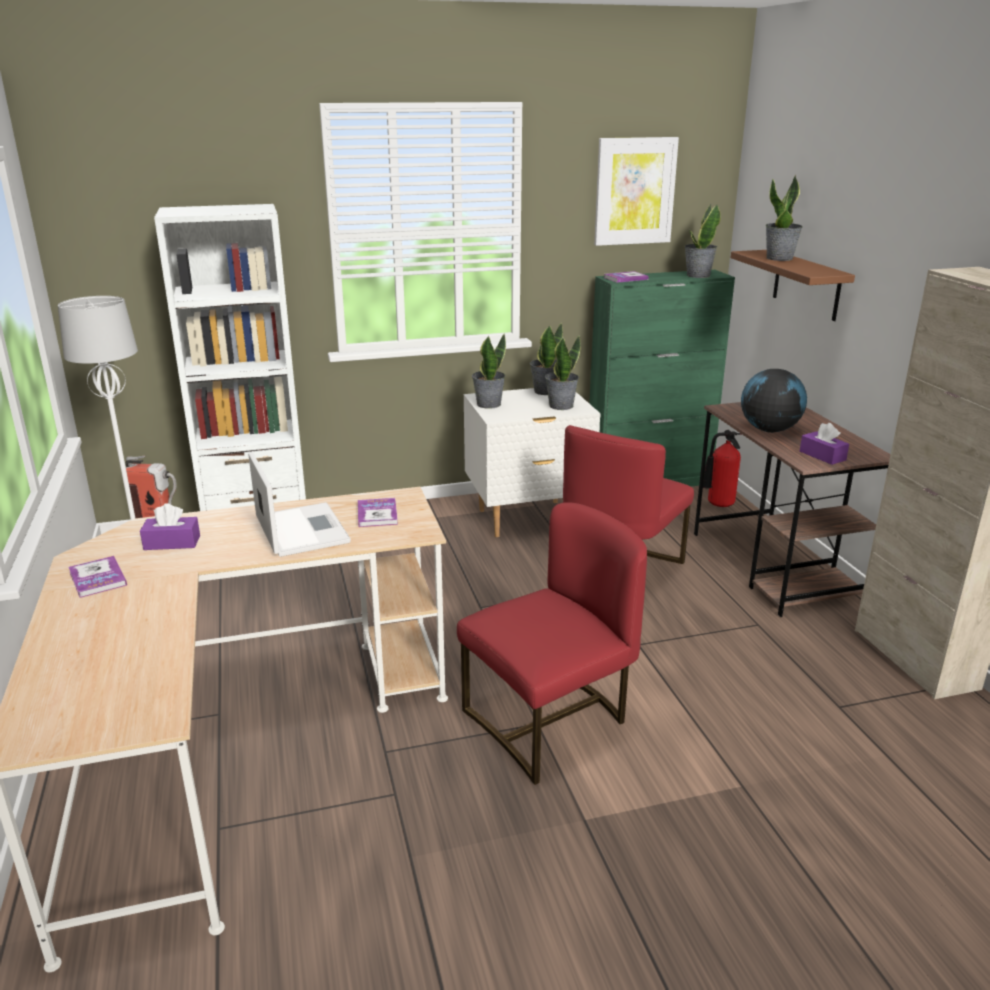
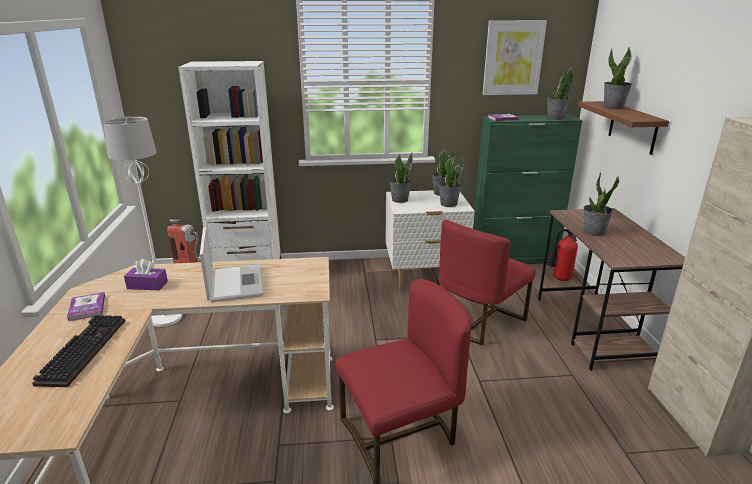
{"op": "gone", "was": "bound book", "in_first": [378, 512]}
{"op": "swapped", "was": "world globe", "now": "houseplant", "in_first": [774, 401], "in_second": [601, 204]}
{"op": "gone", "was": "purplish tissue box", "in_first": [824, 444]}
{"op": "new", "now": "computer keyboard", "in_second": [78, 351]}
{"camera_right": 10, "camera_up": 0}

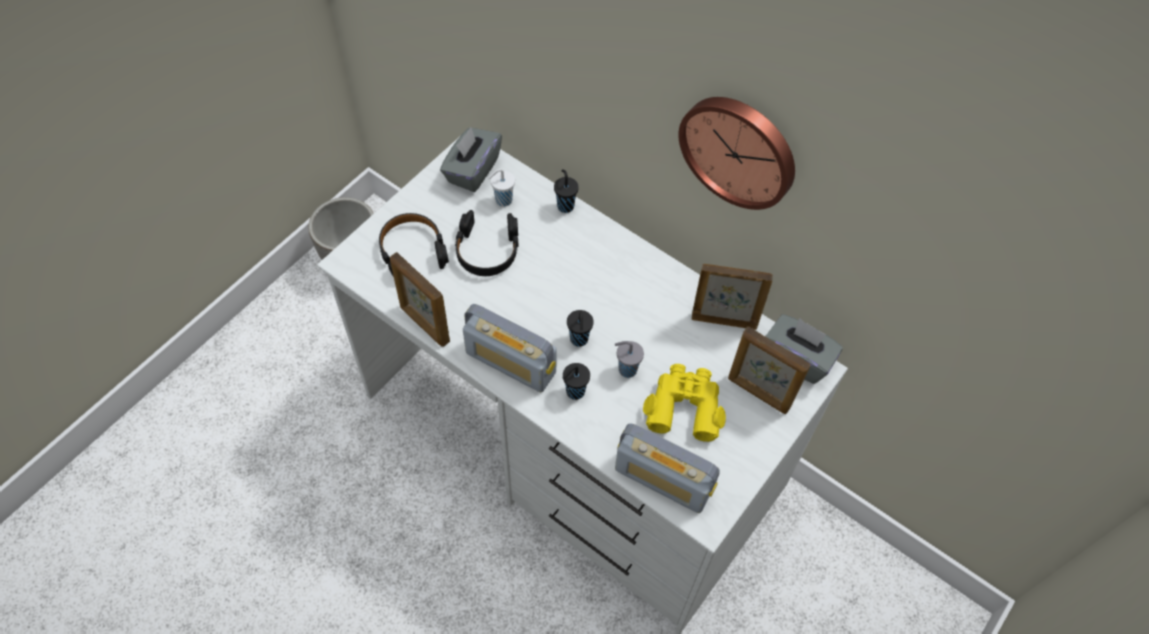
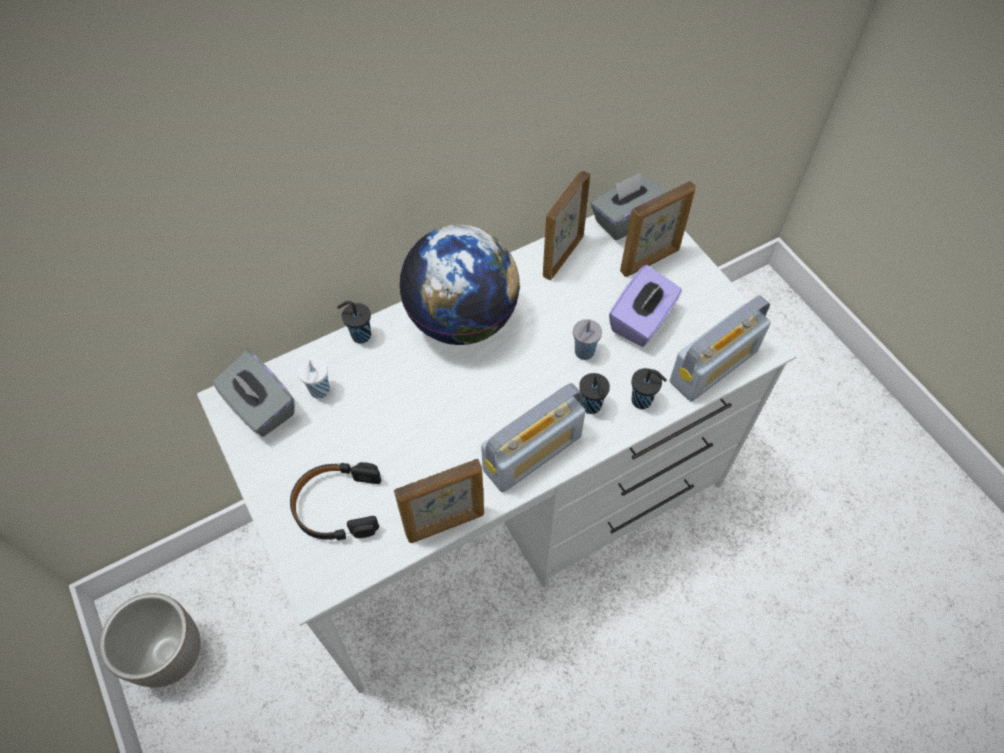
{"op": "gone", "was": "black-coloured headset", "in_first": [487, 243]}
{"op": "shifted", "was": "black-coloured drinking cup", "in_first": [580, 328], "in_second": [649, 388]}
{"op": "swapped", "was": "yellowish field glasses", "now": "purplish tissue box", "in_first": [684, 403], "in_second": [645, 306]}
{"op": "gone", "was": "clock on the wall", "in_first": [736, 153]}
{"op": "new", "now": "world globe", "in_second": [459, 284]}
{"camera_right": -65, "camera_up": 0}

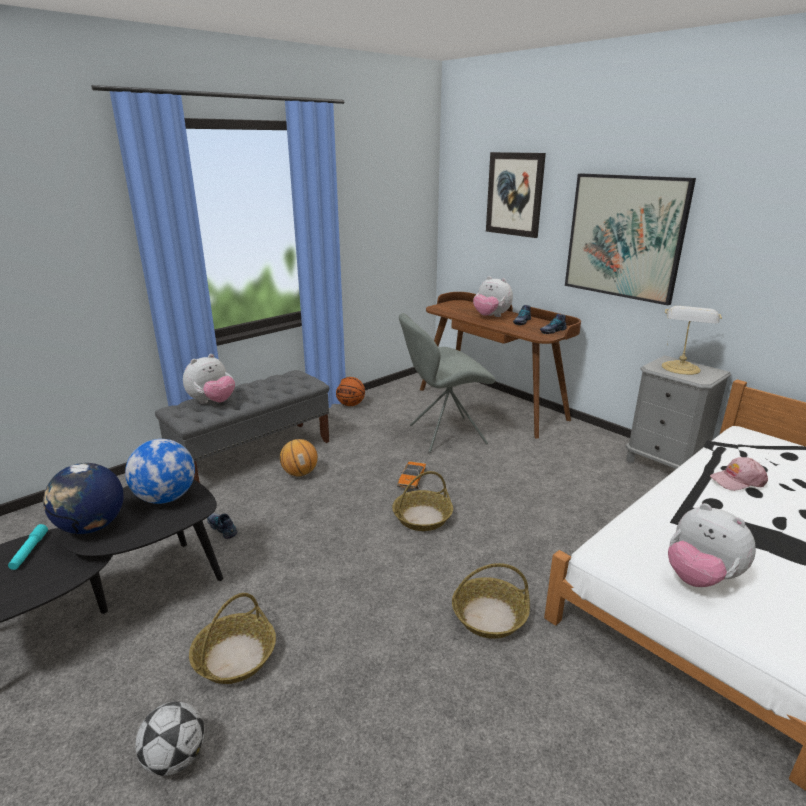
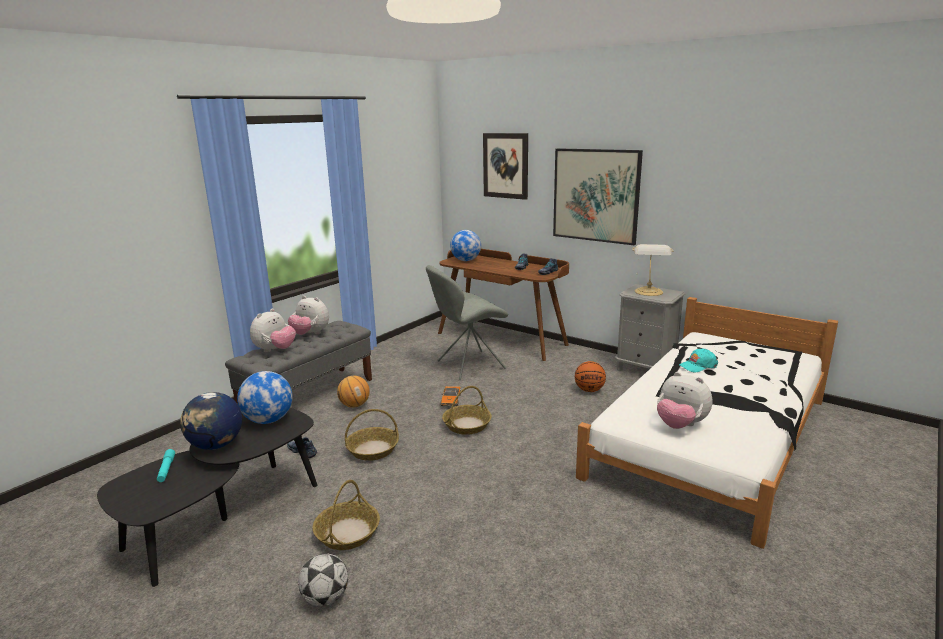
{"op": "shifted", "was": "basketball ball", "in_first": [350, 391], "in_second": [590, 376]}
{"op": "shifted", "was": "basket", "in_first": [491, 601], "in_second": [372, 435]}
{"op": "shifted", "was": "cuddly toy", "in_first": [493, 296], "in_second": [308, 315]}
{"op": "repainted", "was": "pink peaked cap", "now": "blue-green peaked cap", "in_first": [739, 474], "in_second": [698, 360]}
{"op": "new", "now": "world globe", "in_second": [465, 245]}
{"camera_right": -10, "camera_up": -5}

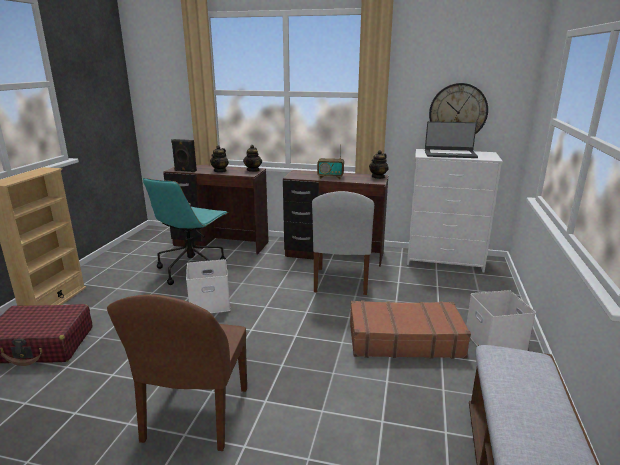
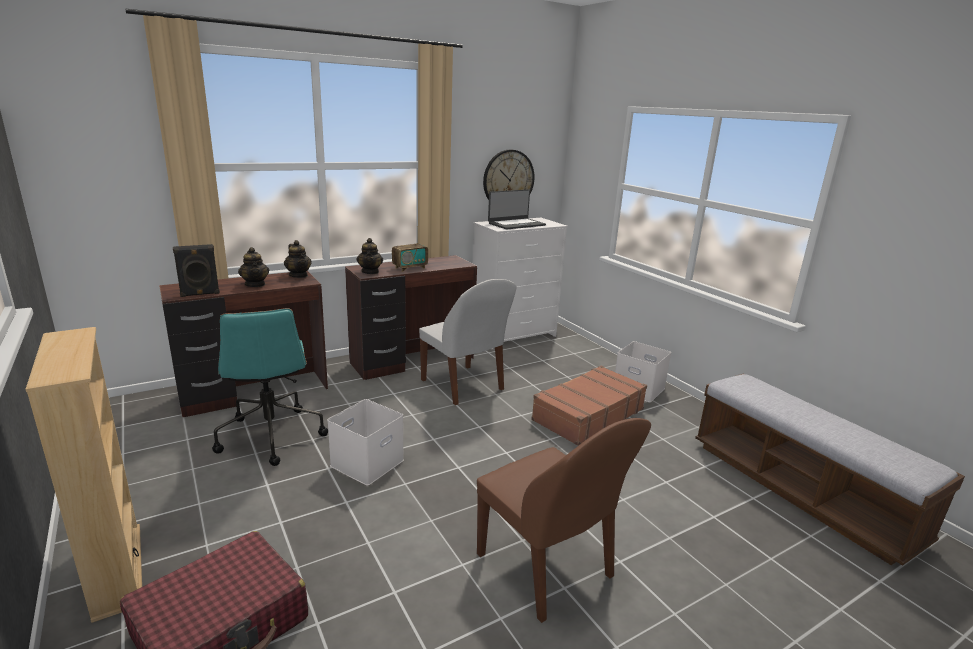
{"op": "shifted", "was": "pot for tea", "in_first": [379, 164], "in_second": [369, 256]}
{"camera_right": -45, "camera_up": 0}

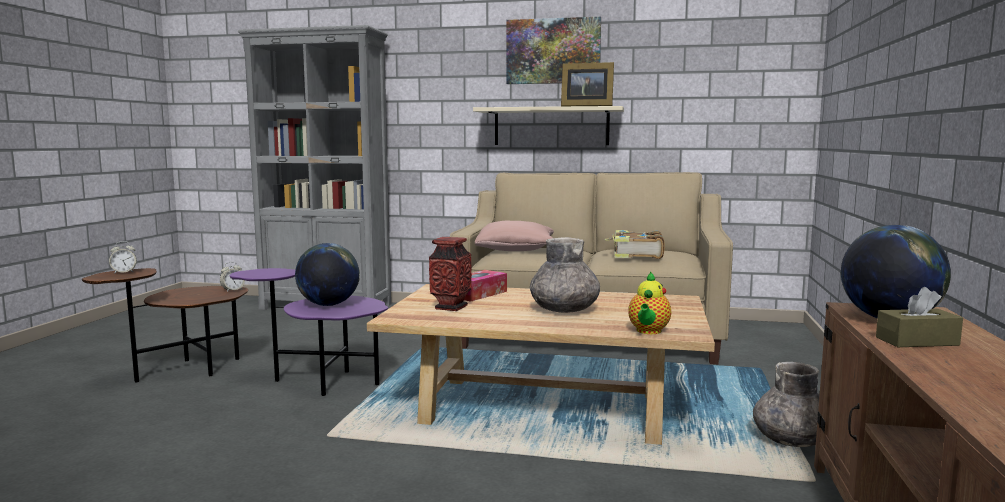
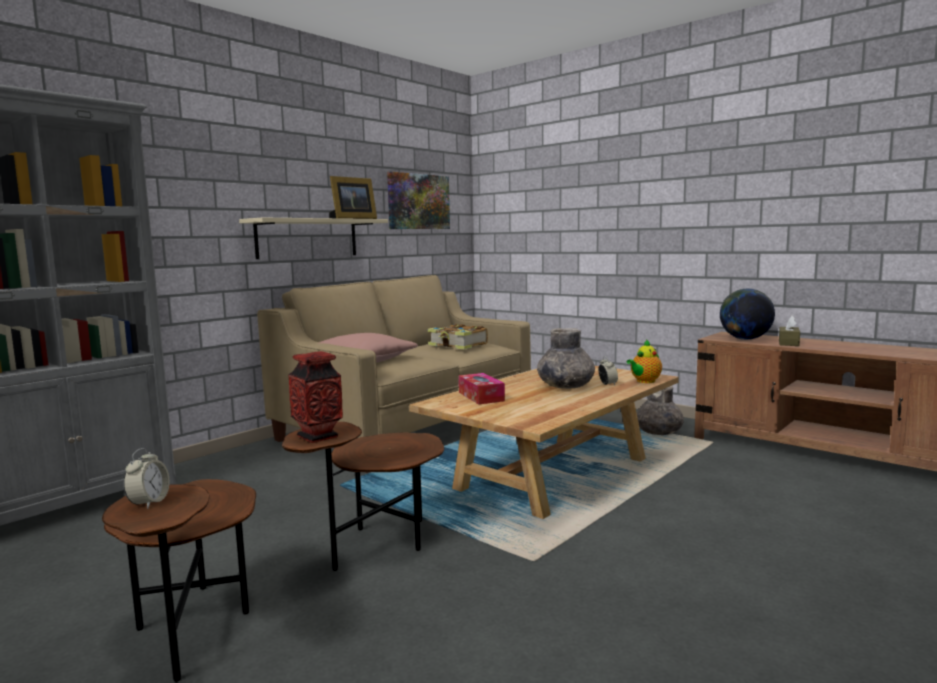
{"op": "shifted", "was": "bedside clock", "in_first": [232, 277], "in_second": [608, 370]}
{"op": "repainted", "was": "purplish side table", "now": "brown-coloured side table", "in_first": [308, 332], "in_second": [363, 496]}
{"op": "gone", "was": "world globe", "in_first": [327, 274]}
{"op": "shifted", "was": "flower vase", "in_first": [450, 274], "in_second": [315, 397]}
{"op": "shifted", "was": "picture", "in_first": [553, 50], "in_second": [418, 200]}
{"op": "rotated", "was": "pot for tea", "in_first": [649, 302], "in_second": [644, 361], "clockwise": 90}
{"camera_right": -60, "camera_up": 0}

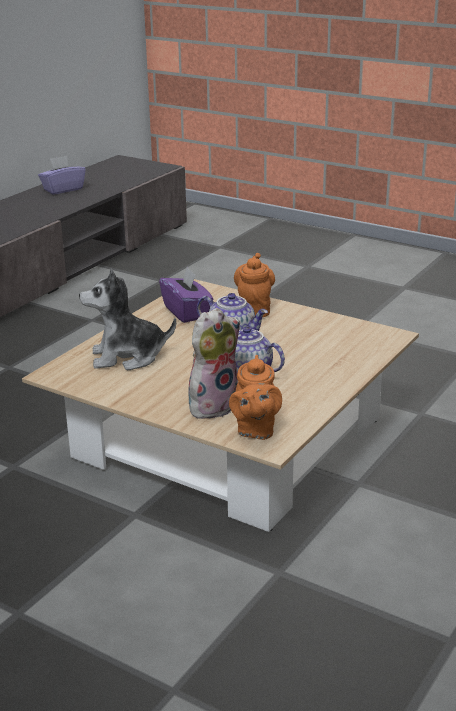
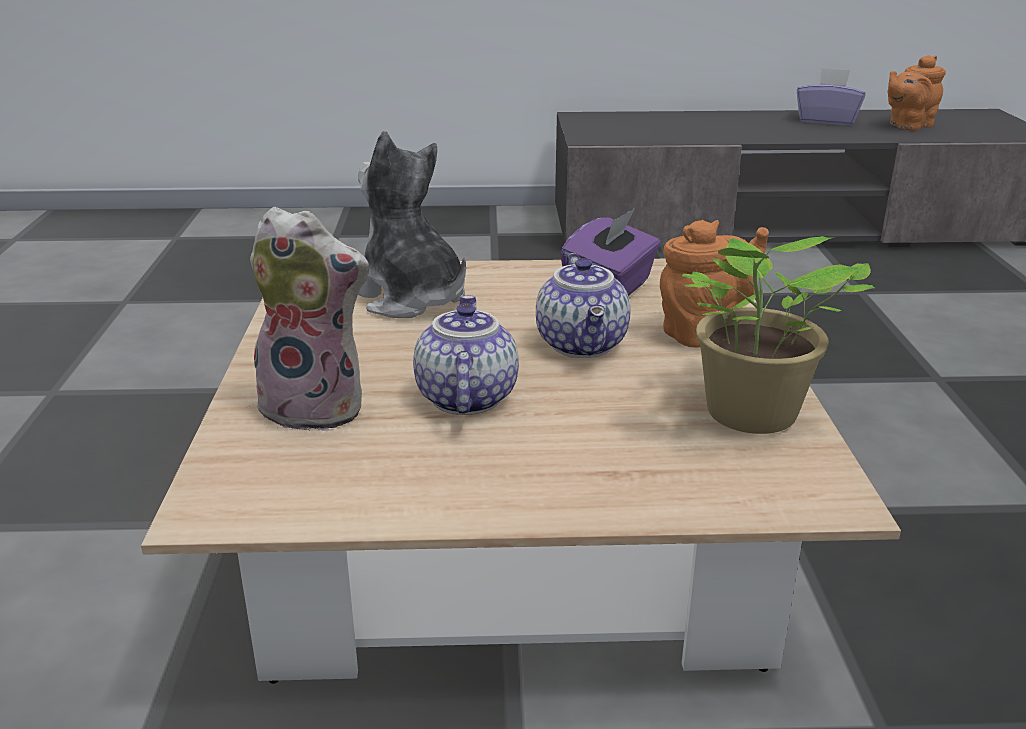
{"op": "shifted", "was": "orangey pot for tea", "in_first": [255, 397], "in_second": [917, 93]}
{"op": "new", "now": "houseplant", "in_second": [778, 335]}
{"camera_right": 55, "camera_up": 0}

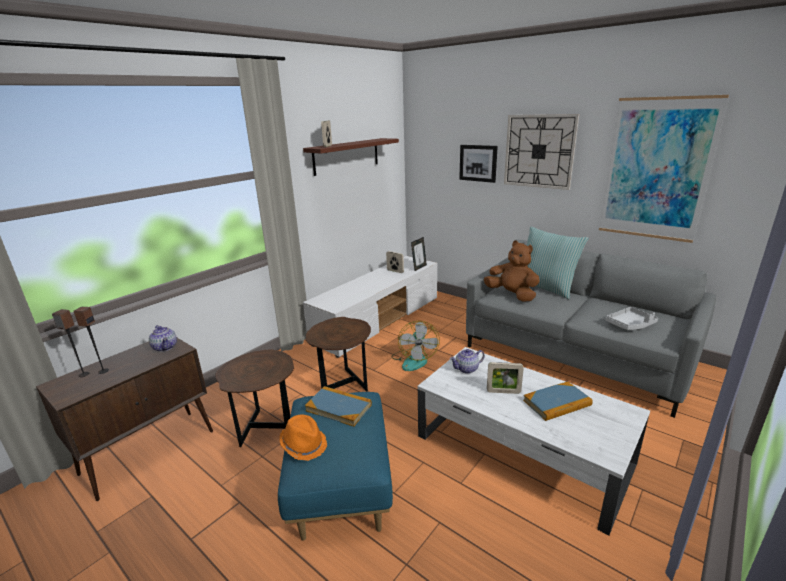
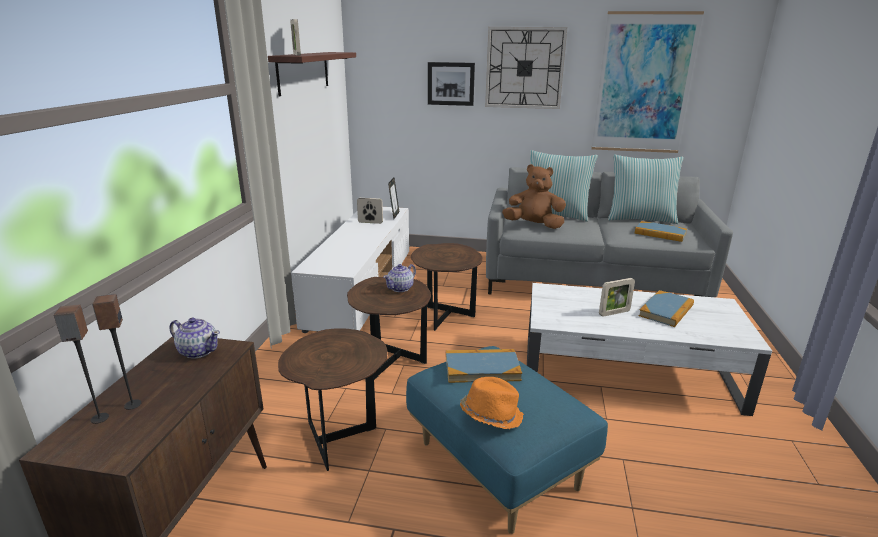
{"op": "swapped", "was": "electric fan", "now": "brown-coloured side table", "in_first": [415, 346], "in_second": [446, 287]}
{"op": "shifted", "was": "pot for tea", "in_first": [467, 361], "in_second": [400, 278]}
{"op": "swapped", "was": "gray carrying tray", "now": "bound book", "in_first": [631, 318], "in_second": [661, 231]}
{"op": "new", "now": "cushion", "in_second": [646, 189]}
{"camera_right": -30, "camera_up": 0}

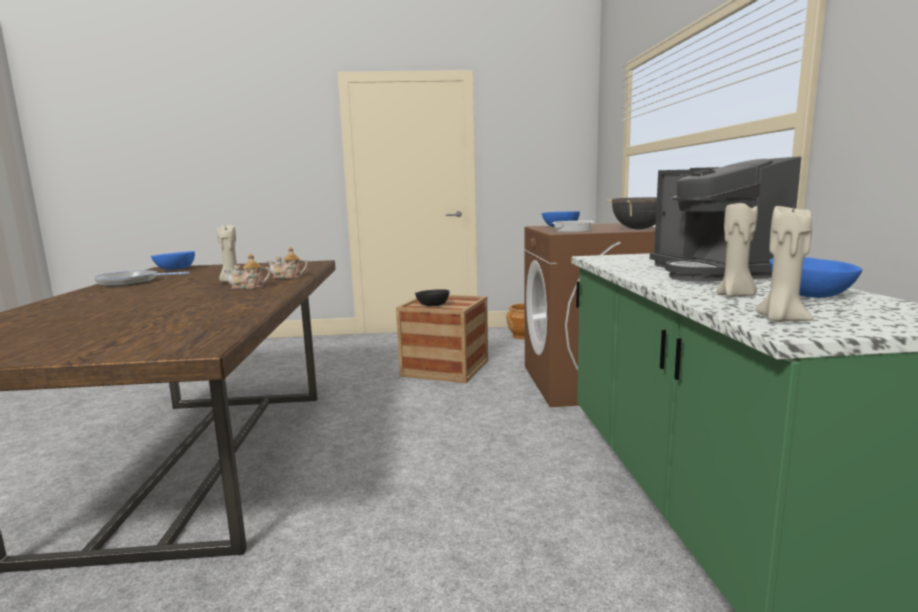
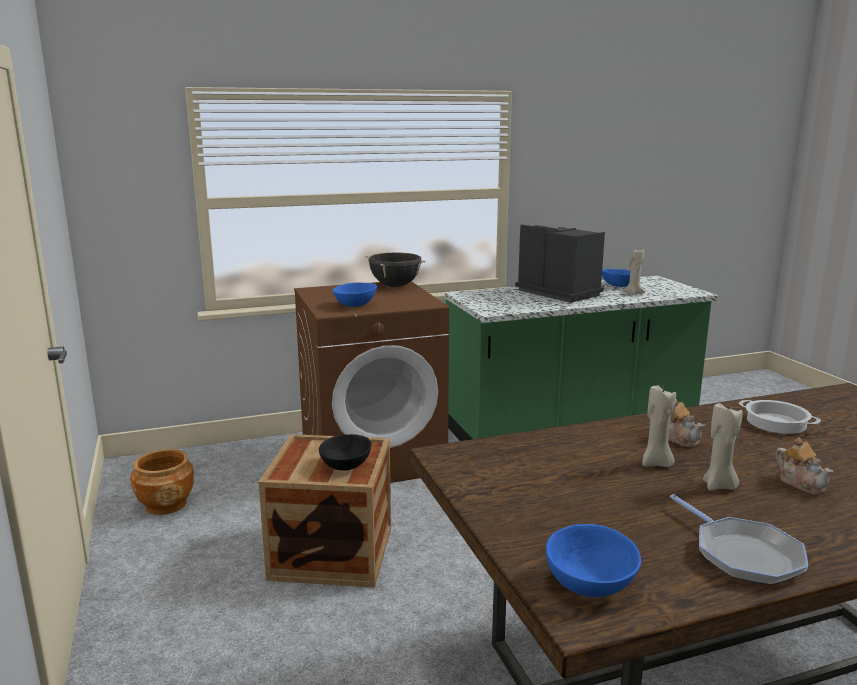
{"op": "shifted", "was": "pot for tea", "in_first": [287, 263], "in_second": [804, 466]}
{"op": "shifted", "was": "cooking pot", "in_first": [572, 226], "in_second": [780, 417]}
{"op": "rotated", "was": "coffee machine", "in_first": [725, 219], "in_second": [560, 264], "clockwise": -105}
{"op": "shifted", "was": "sand-coloured wax candle", "in_first": [784, 264], "in_second": [723, 447]}
{"camera_right": -105, "camera_up": 5}

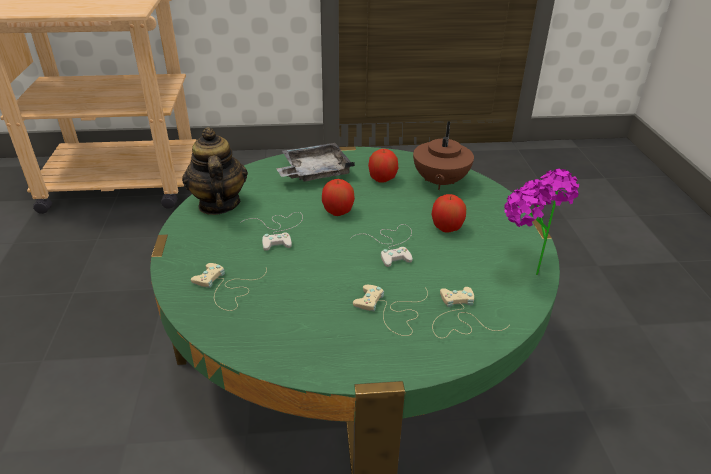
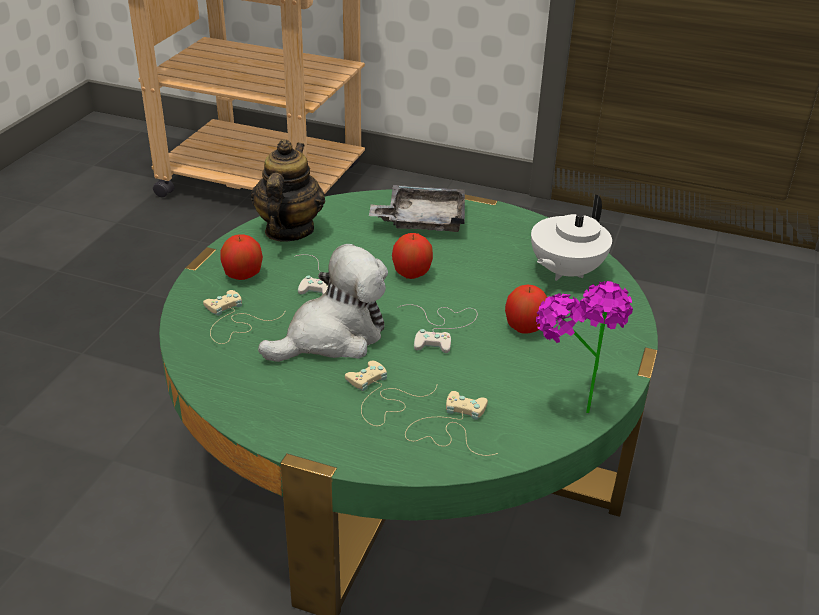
{"op": "shifted", "was": "apple fruit", "in_first": [383, 166], "in_second": [241, 257]}
{"op": "repainted", "was": "brown-coloured pot for tea", "now": "white pot for tea", "in_first": [443, 155], "in_second": [571, 237]}
{"op": "new", "now": "cuddly toy", "in_second": [323, 303]}
{"camera_right": 25, "camera_up": 0}

